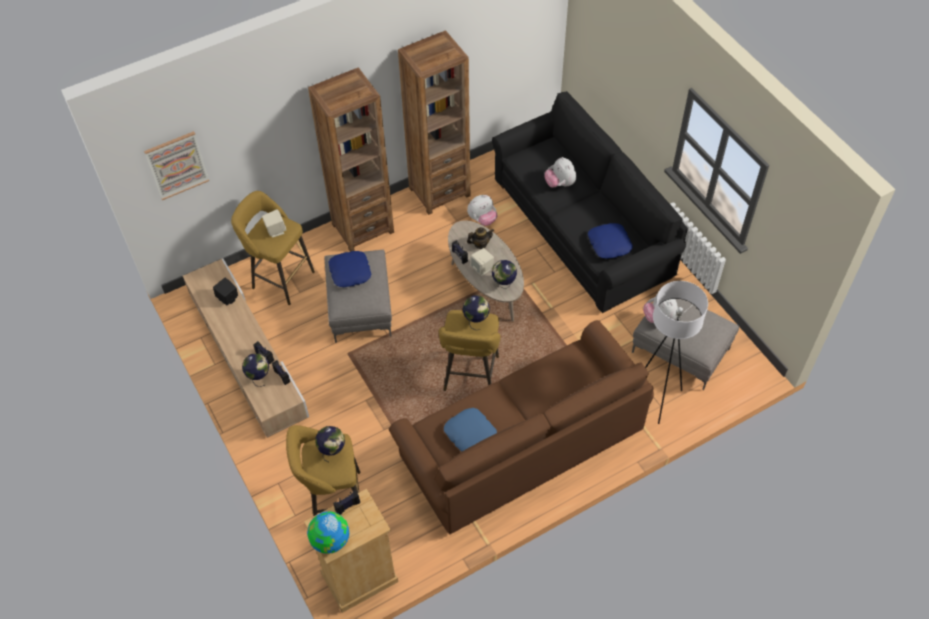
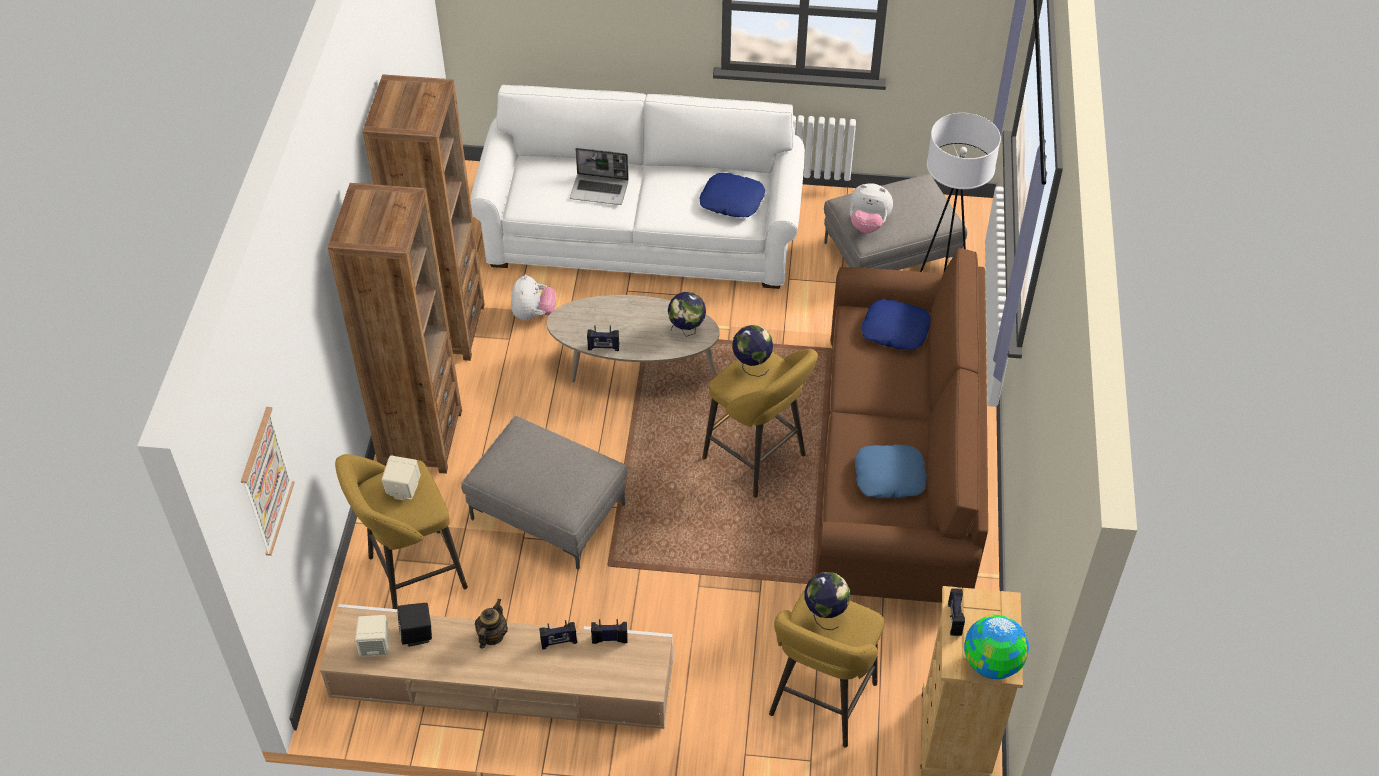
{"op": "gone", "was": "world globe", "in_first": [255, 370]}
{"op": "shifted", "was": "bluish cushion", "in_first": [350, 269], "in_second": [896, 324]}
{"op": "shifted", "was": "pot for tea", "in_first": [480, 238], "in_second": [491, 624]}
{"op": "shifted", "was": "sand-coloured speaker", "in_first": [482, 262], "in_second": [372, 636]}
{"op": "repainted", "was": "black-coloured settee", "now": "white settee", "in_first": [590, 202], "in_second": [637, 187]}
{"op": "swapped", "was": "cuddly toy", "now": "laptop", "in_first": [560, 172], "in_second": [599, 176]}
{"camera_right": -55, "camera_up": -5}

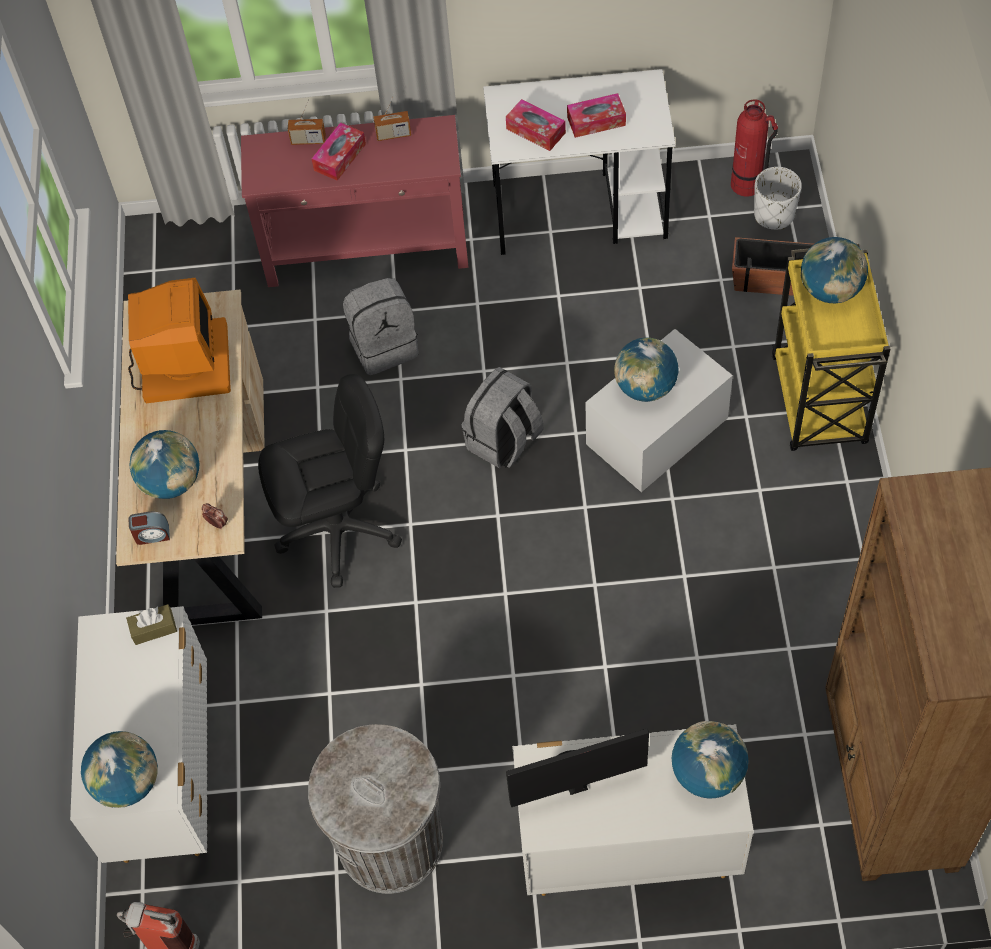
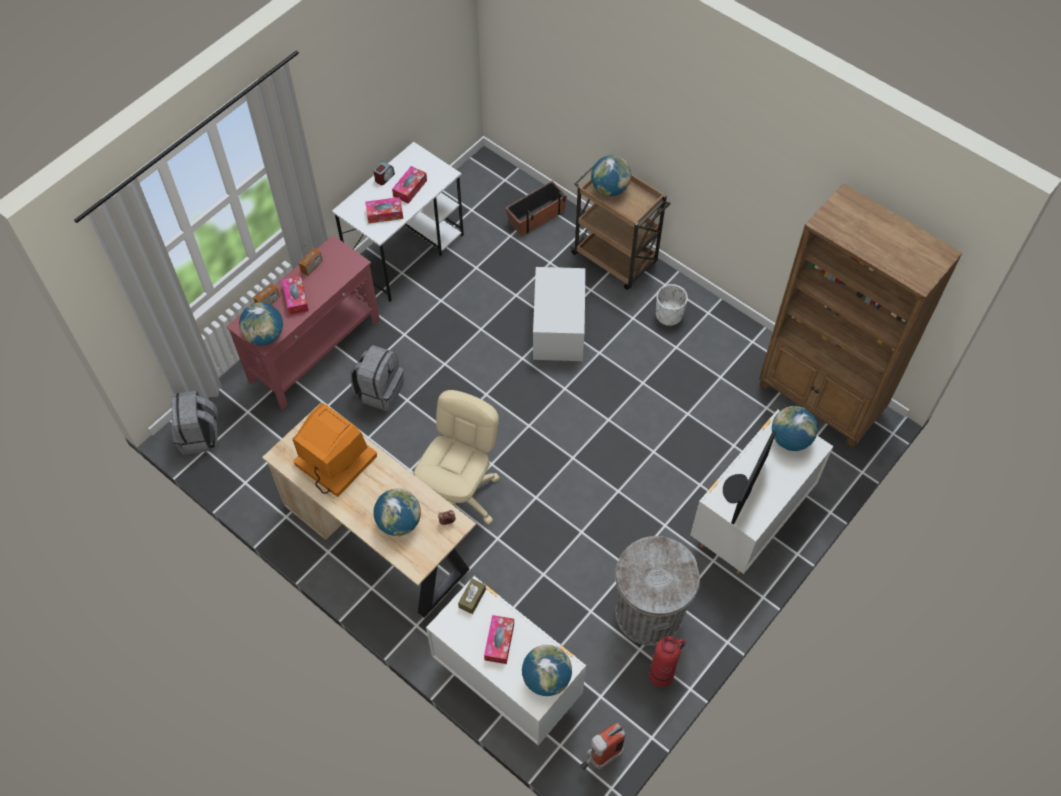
{"op": "shifted", "was": "bedside clock", "in_first": [149, 528], "in_second": [384, 173]}
{"op": "repainted", "was": "black-coloured office chair", "now": "sand-coloured office chair", "in_first": [330, 481], "in_second": [456, 457]}
{"op": "shifted", "was": "gray knapsack", "in_first": [502, 417], "in_second": [195, 423]}
{"op": "shifted", "was": "world globe", "in_first": [646, 370], "in_second": [261, 324]}
{"op": "shifted", "was": "fire extinguisher", "in_first": [754, 148], "in_second": [667, 661]}
{"op": "shifted", "was": "white flower pot", "in_first": [778, 198], "in_second": [672, 305]}
{"op": "repainted", "was": "yellowish wheeled cart", "now": "brown-coloured wheeled cart", "in_first": [831, 347], "in_second": [619, 227]}
{"op": "new", "now": "tissue box", "in_second": [499, 639]}
{"camera_right": -50, "camera_up": 0}

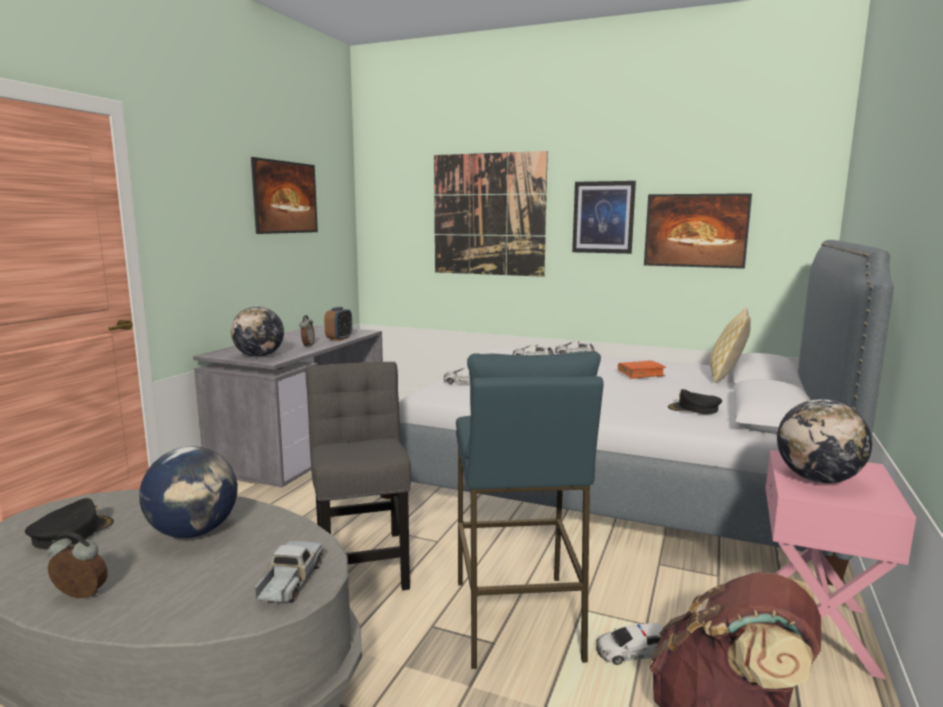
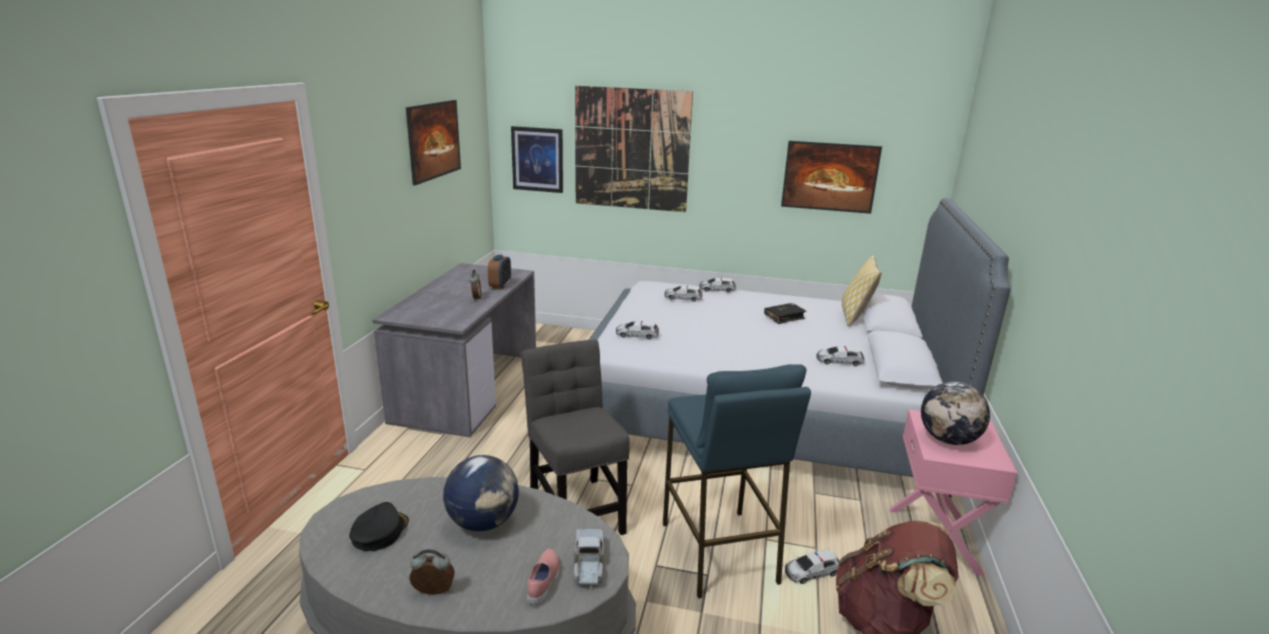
{"op": "gone", "was": "world globe", "in_first": [257, 331]}
{"op": "shifted", "was": "picture", "in_first": [604, 217], "in_second": [537, 159]}
{"op": "repainted", "was": "orangey bound book", "now": "black-coloured bound book", "in_first": [642, 369], "in_second": [785, 313]}
{"op": "swapped", "was": "black-coloured peaked cap", "now": "miniature car", "in_first": [695, 401], "in_second": [840, 356]}
{"op": "new", "now": "pink shoe", "in_second": [543, 577]}
{"camera_right": -10, "camera_up": 10}

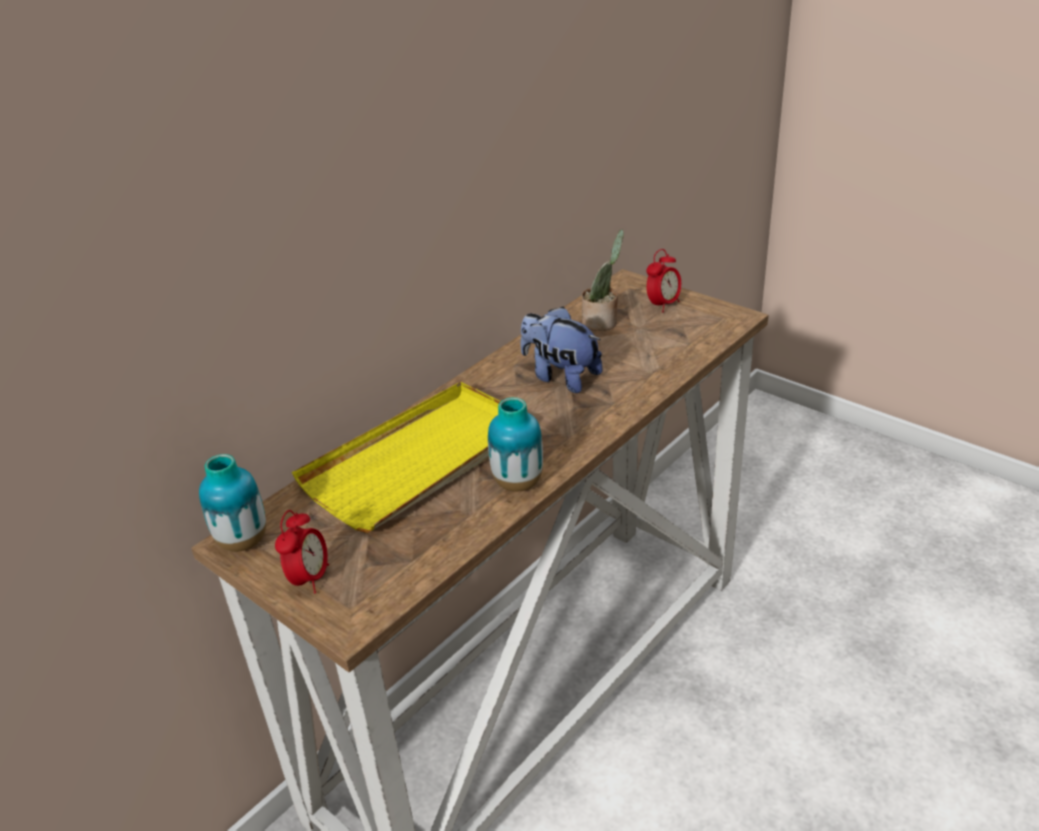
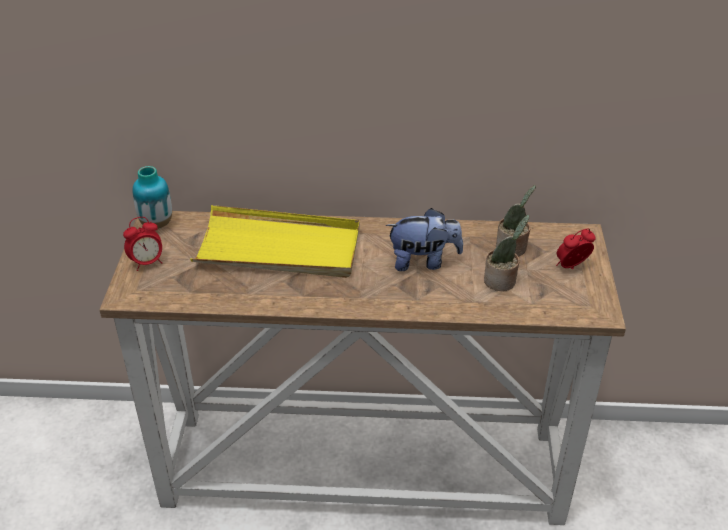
{"op": "gone", "was": "flower vase", "in_first": [515, 444]}
{"op": "rotated", "was": "cuddly toy", "in_first": [561, 350], "in_second": [424, 239], "clockwise": 90}
{"op": "rotated", "was": "bedside clock", "in_first": [663, 280], "in_second": [576, 248], "clockwise": 150}
{"op": "new", "now": "houseplant", "in_second": [506, 253]}
{"camera_right": 50, "camera_up": 5}

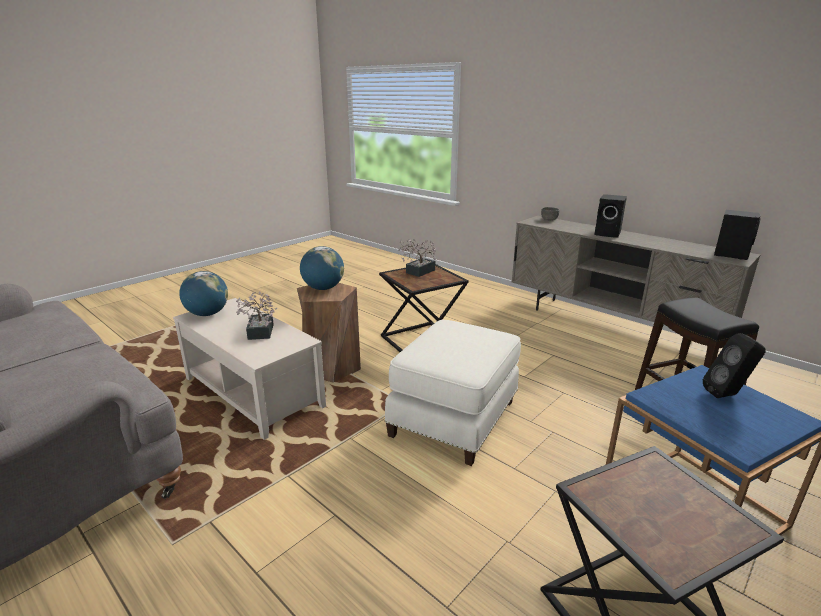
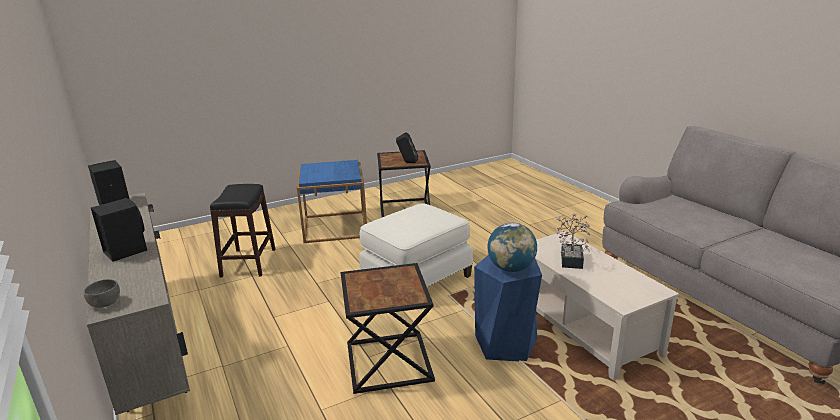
{"op": "gone", "was": "world globe", "in_first": [203, 293]}
{"op": "repainted", "was": "brown-coloured stool seat", "now": "bluish stool seat", "in_first": [329, 332], "in_second": [508, 308]}
{"op": "gone", "was": "houseplant", "in_first": [417, 258]}
{"op": "shifted", "was": "black-coloured speaker", "in_first": [734, 365], "in_second": [407, 147]}
{"camera_right": -160, "camera_up": 0}

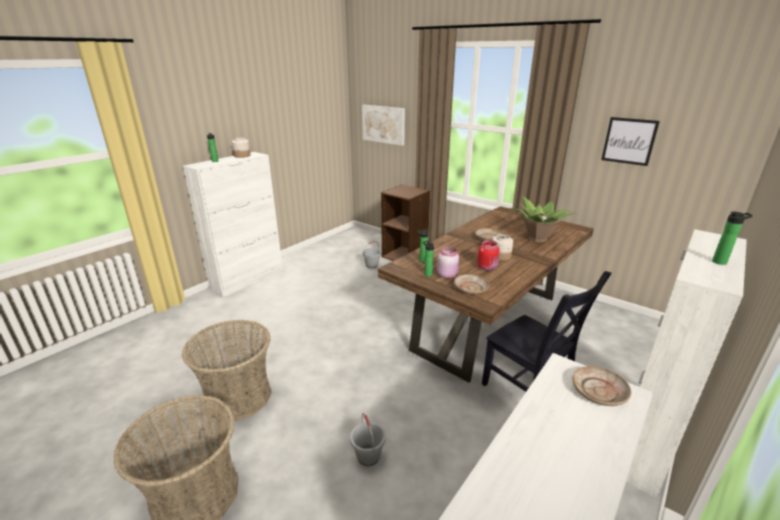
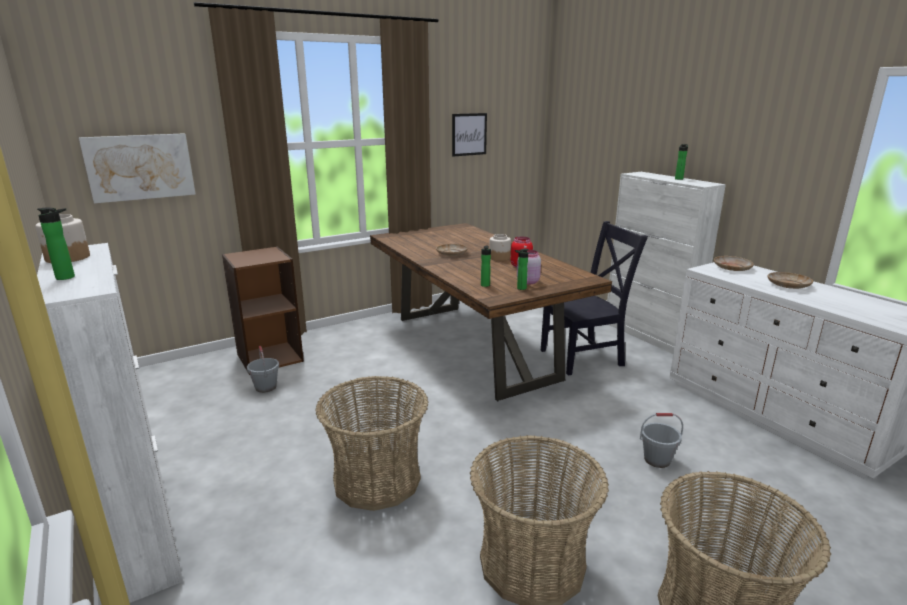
{"op": "shifted", "was": "sand-coloured plate", "in_first": [472, 284], "in_second": [790, 280]}
{"op": "gone", "was": "houseplant", "in_first": [543, 219]}
{"op": "new", "now": "basket", "in_second": [371, 443]}
{"camera_right": -70, "camera_up": -5}

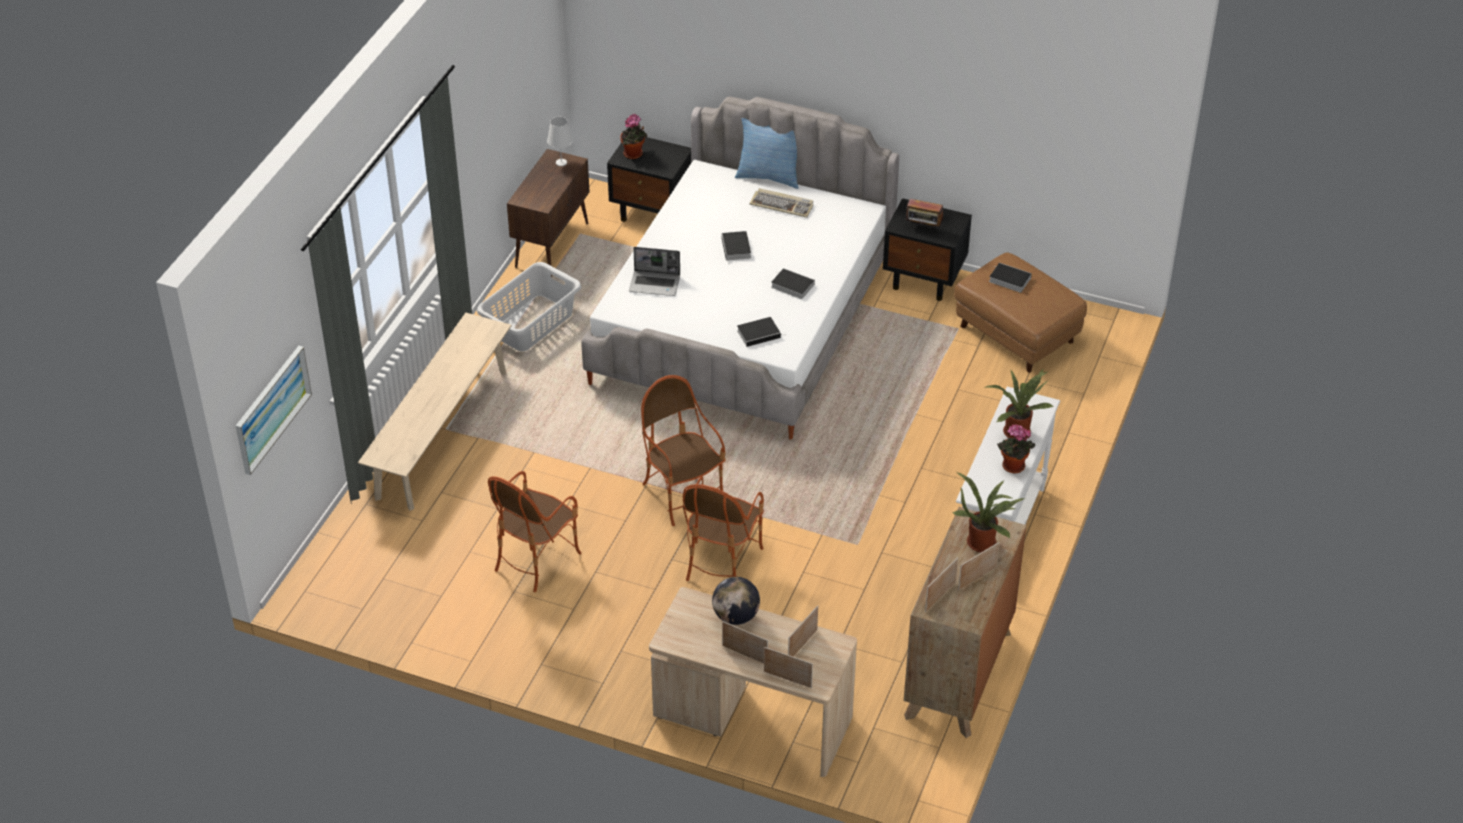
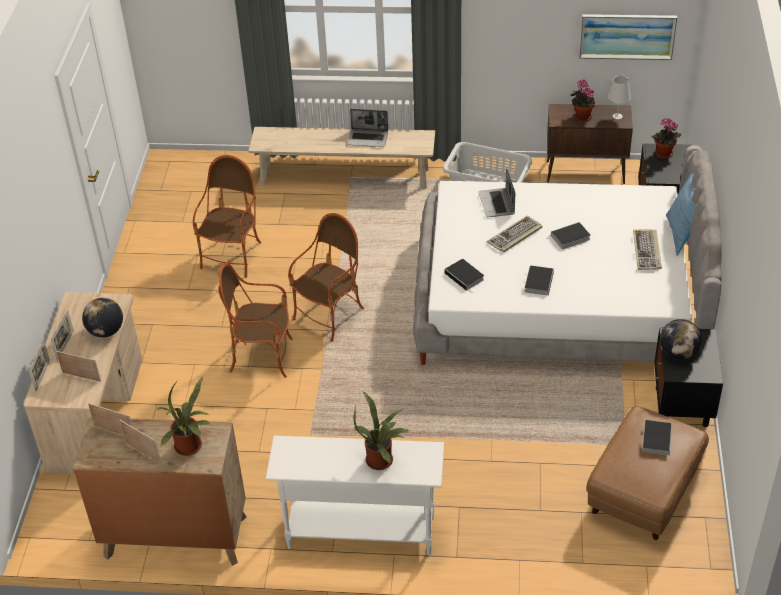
{"op": "shifted", "was": "picture", "in_first": [274, 410], "in_second": [628, 37]}
{"op": "rotated", "was": "lounge chair", "in_first": [535, 531], "in_second": [227, 216], "clockwise": 90}
{"op": "swapped", "was": "radio", "now": "world globe", "in_first": [924, 213], "in_second": [680, 339]}
{"op": "shifted", "was": "houseplant", "in_first": [1016, 448], "in_second": [582, 100]}
{"op": "new", "now": "laptop", "in_second": [367, 128]}
{"op": "new", "now": "computer keyboard", "in_second": [514, 234]}
{"camera_right": 75, "camera_up": 0}

